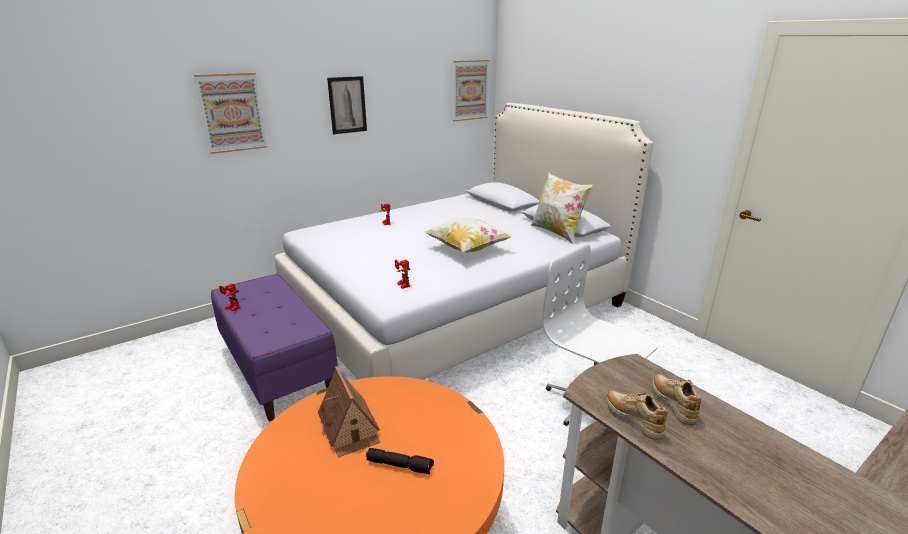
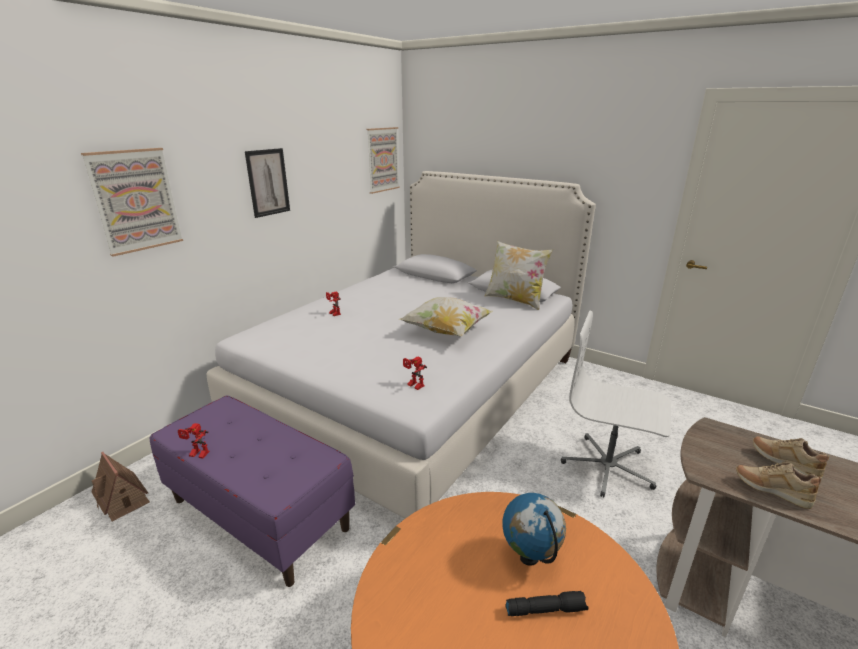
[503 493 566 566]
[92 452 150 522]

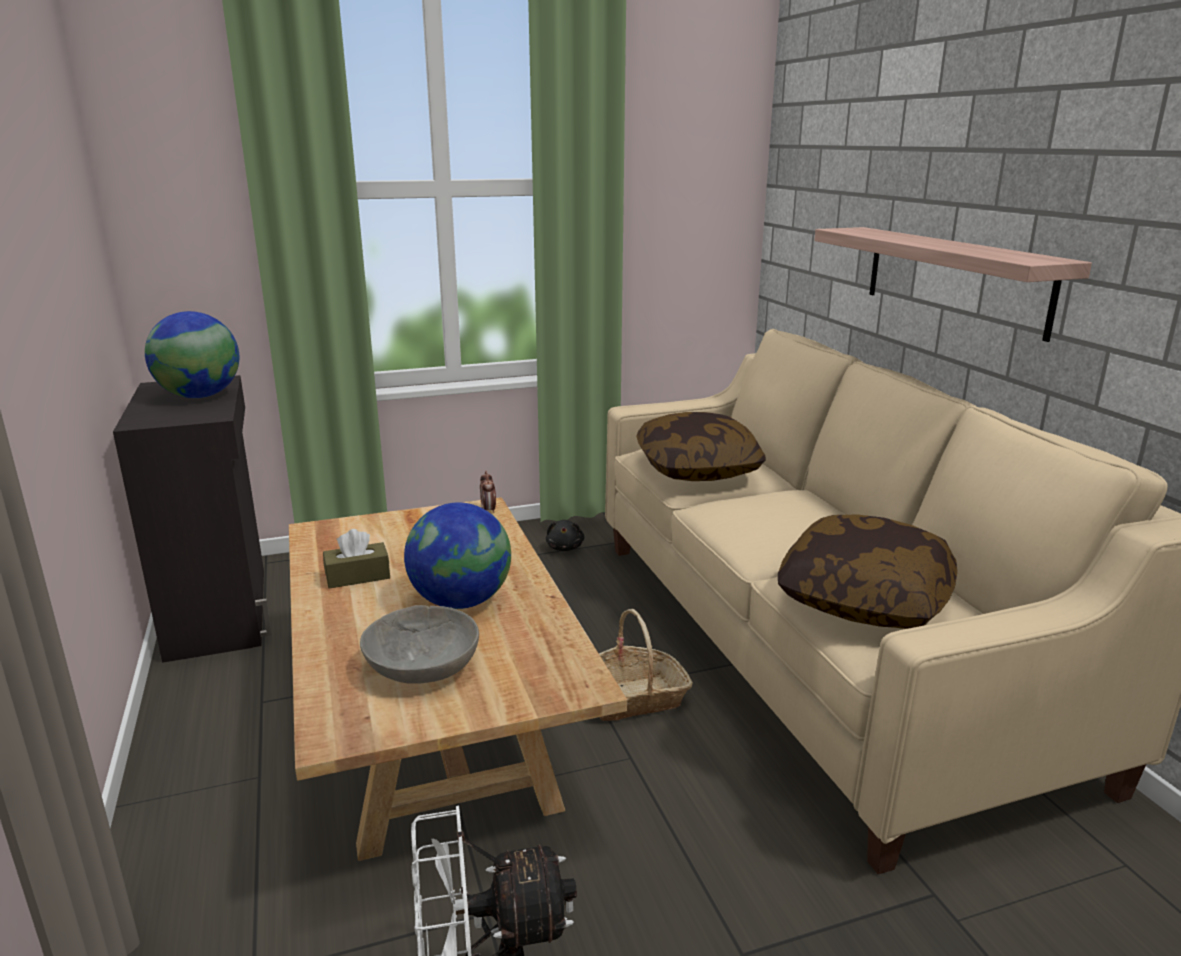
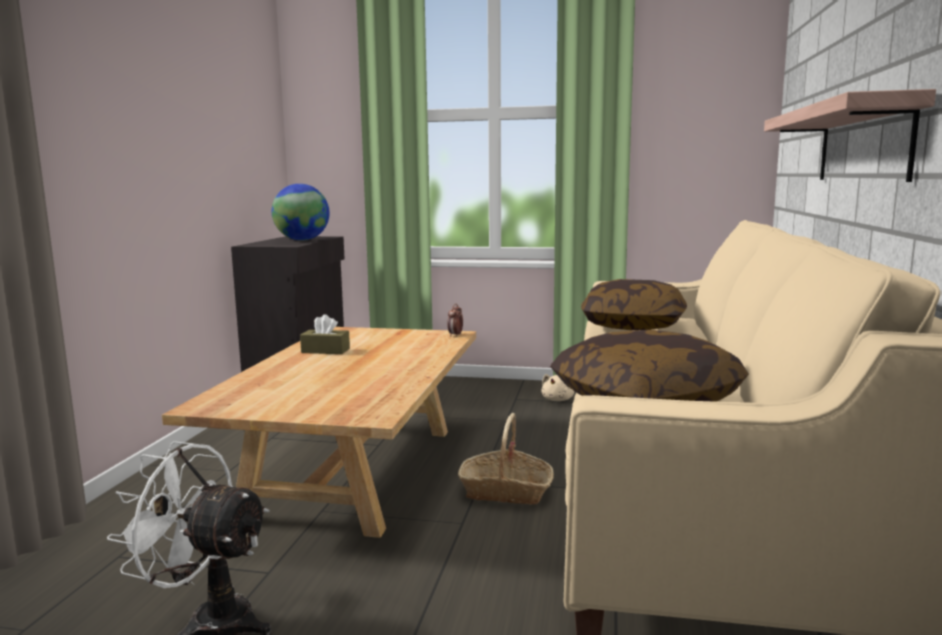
[360 605 479 684] (first image)
[404 502 511 609] (first image)
[541 374 574 401]

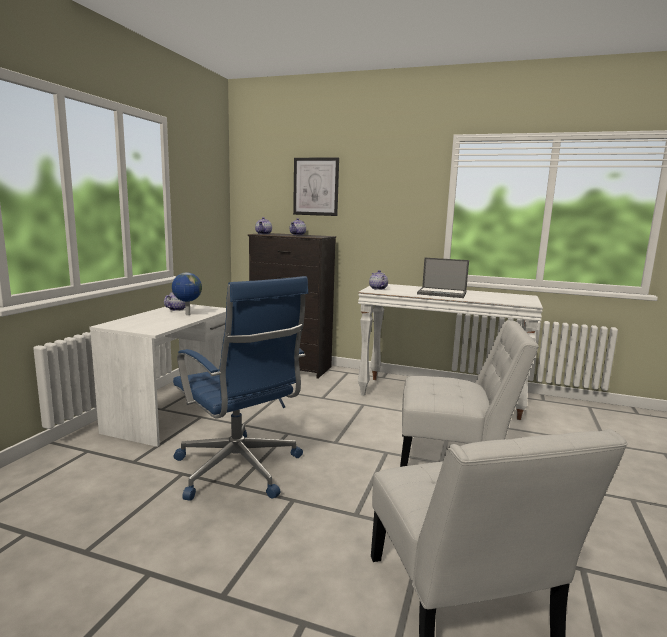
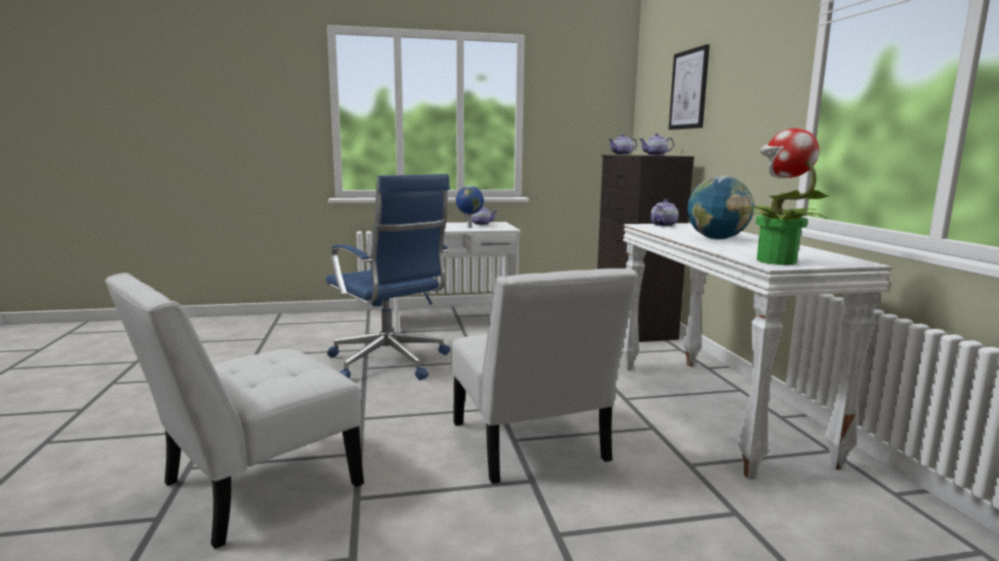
[740 128 830 265]
[687 176 754 239]
[326 174 450 380]

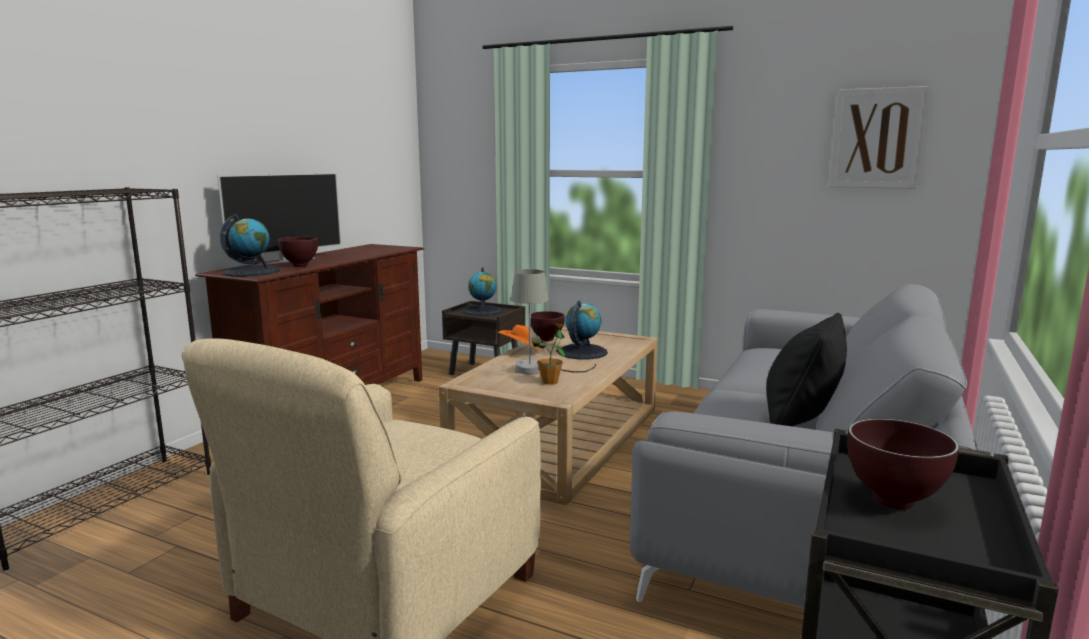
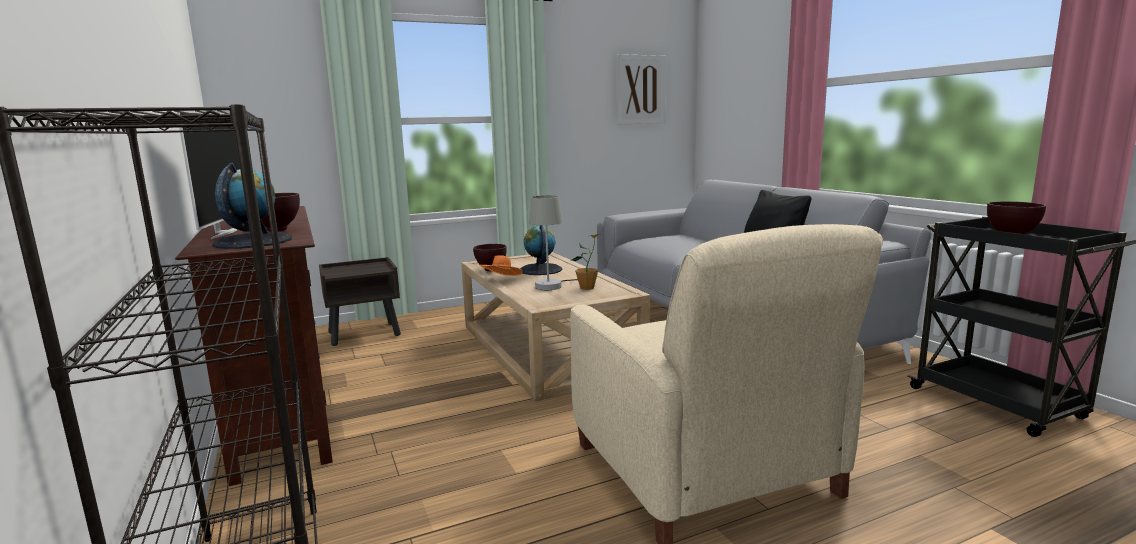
[463 267 503 316] (first image)

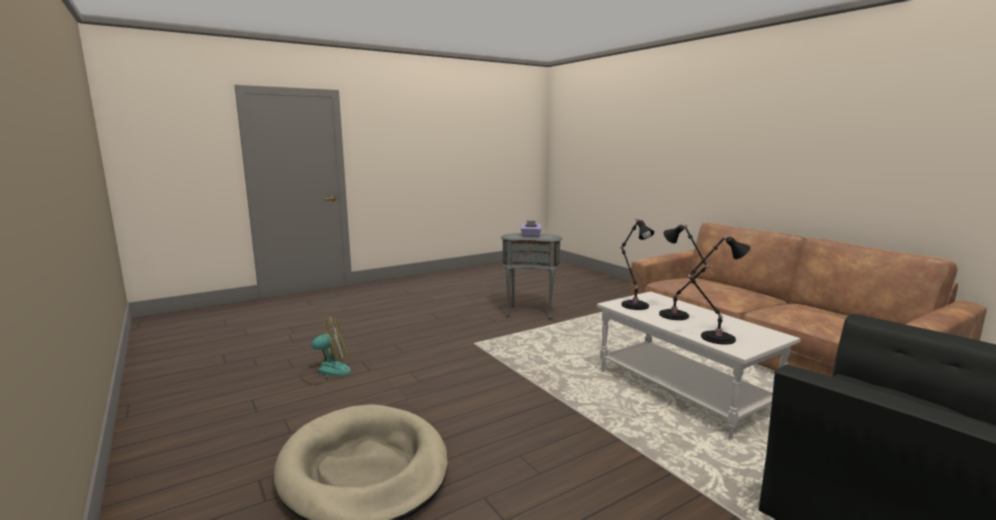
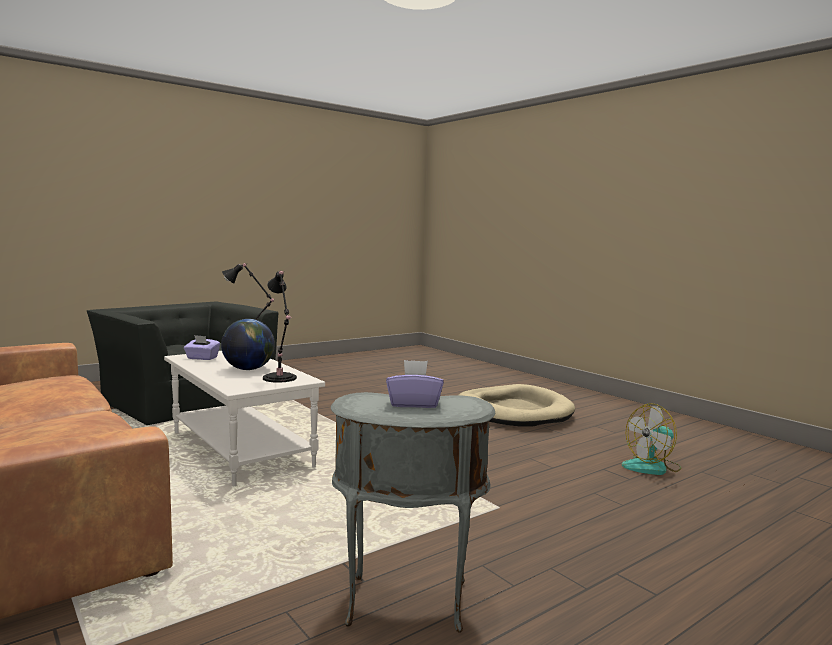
[184 335 220 360]
[221 319 275 370]

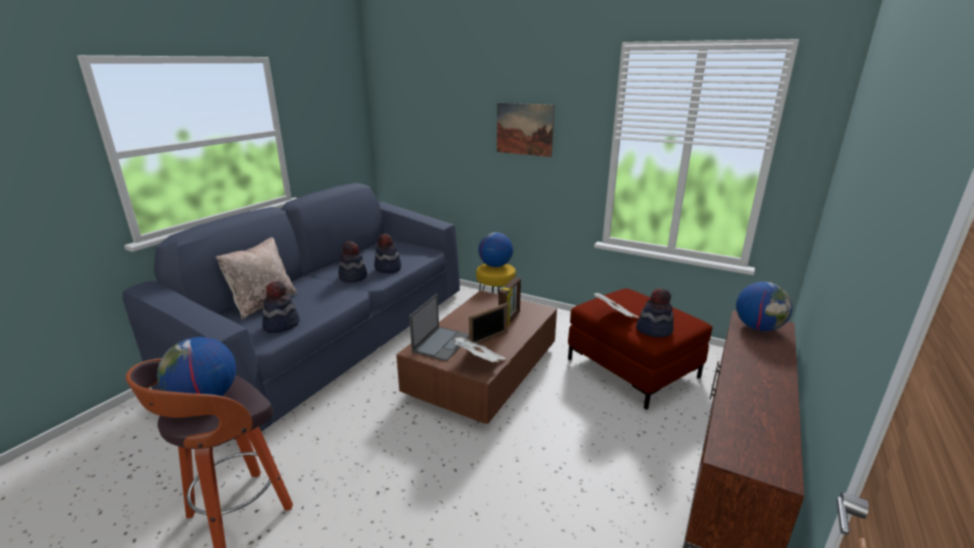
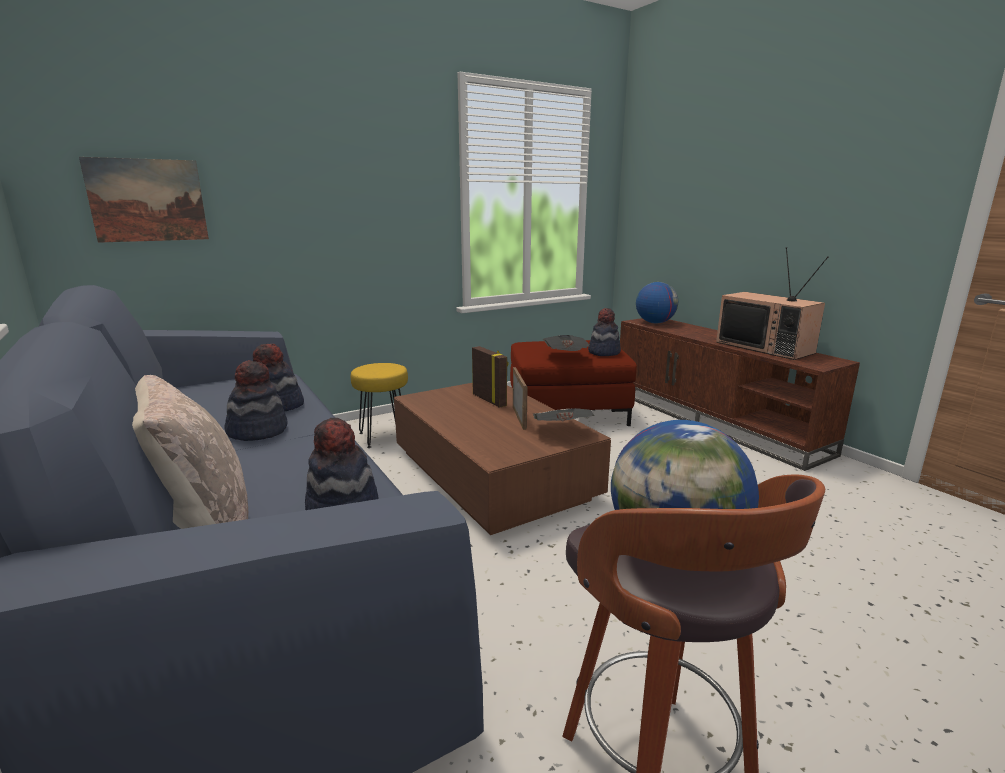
[409 294 469 361] (first image)
[478 232 513 267] (first image)
[716 247 829 360]
[79 157 209 243]

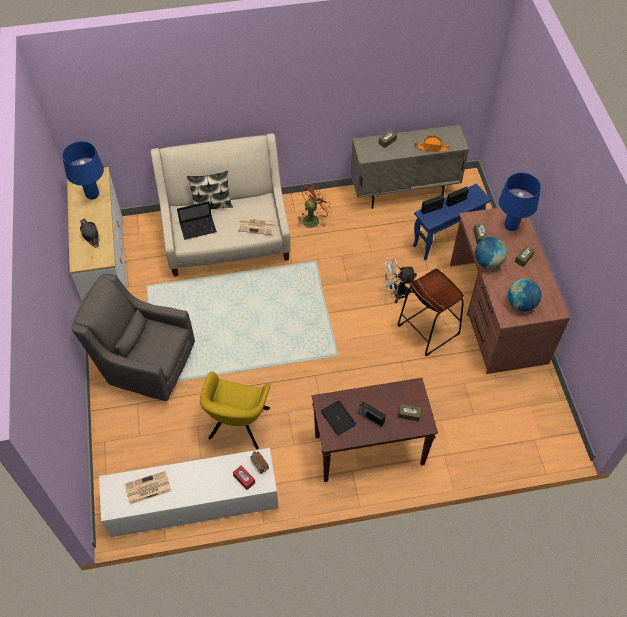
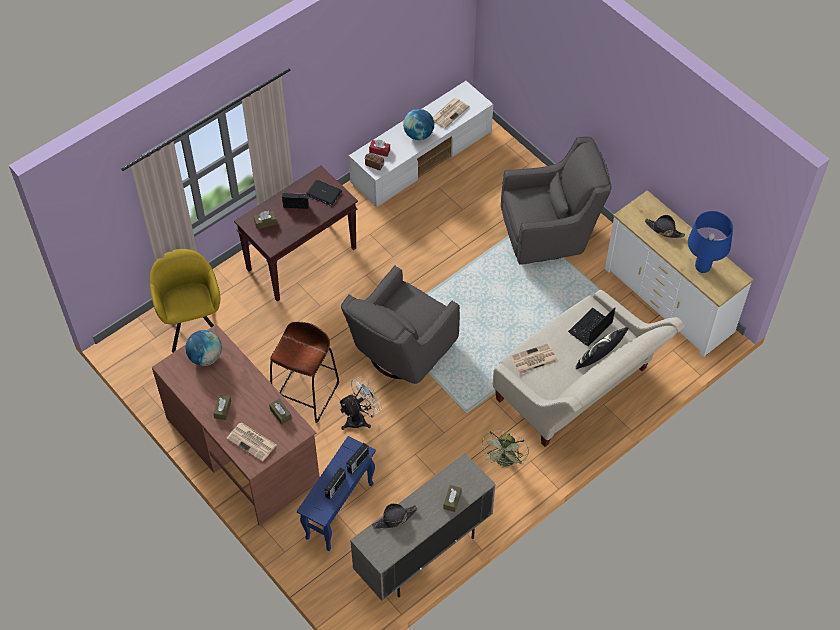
[341 266 460 384]
[150 249 220 353]
[403 109 434 140]
[226 422 277 462]
[481 431 529 469]
[372 503 418 529]

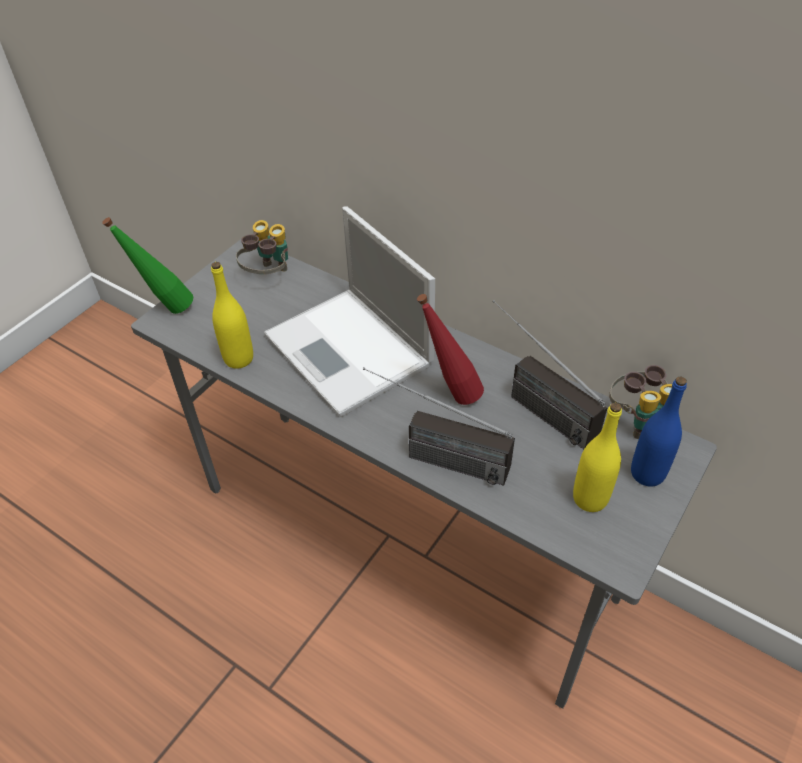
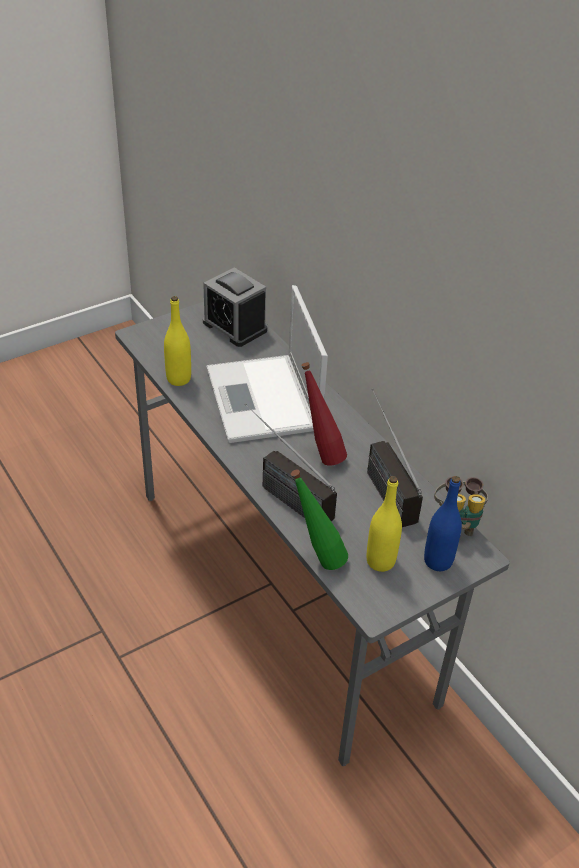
[291 469 348 570]
[203 267 267 347]

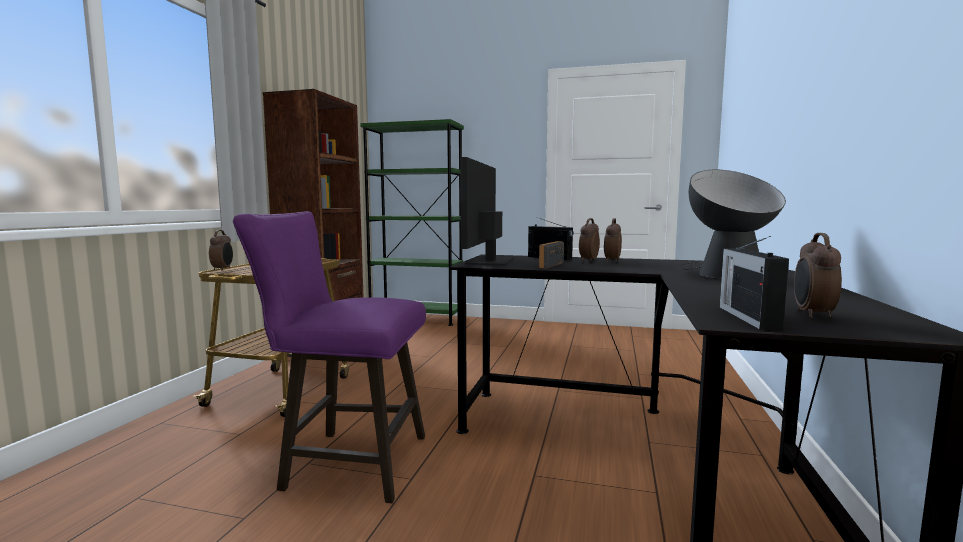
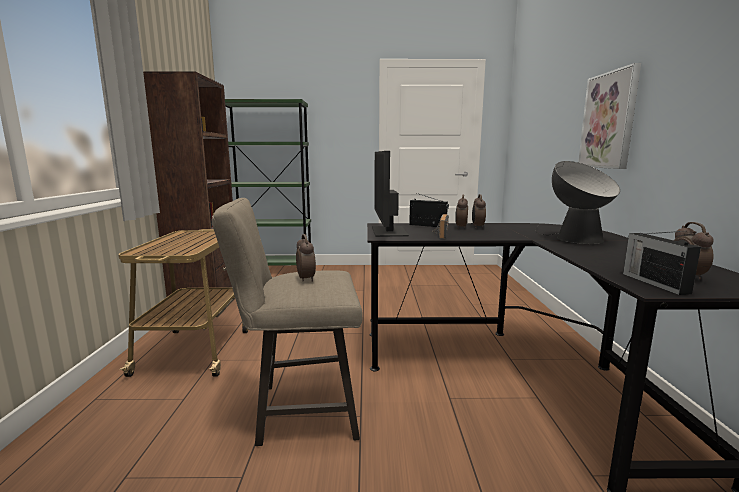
[578 63 641 169]
[296 234 316 282]
[212 198 363 446]

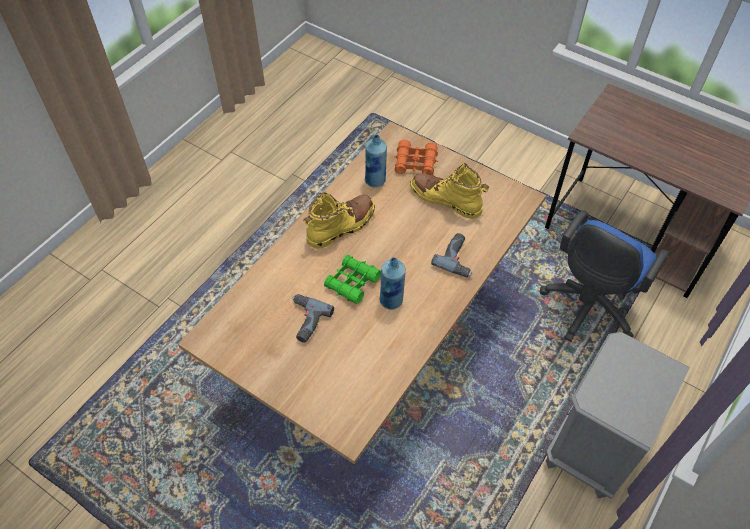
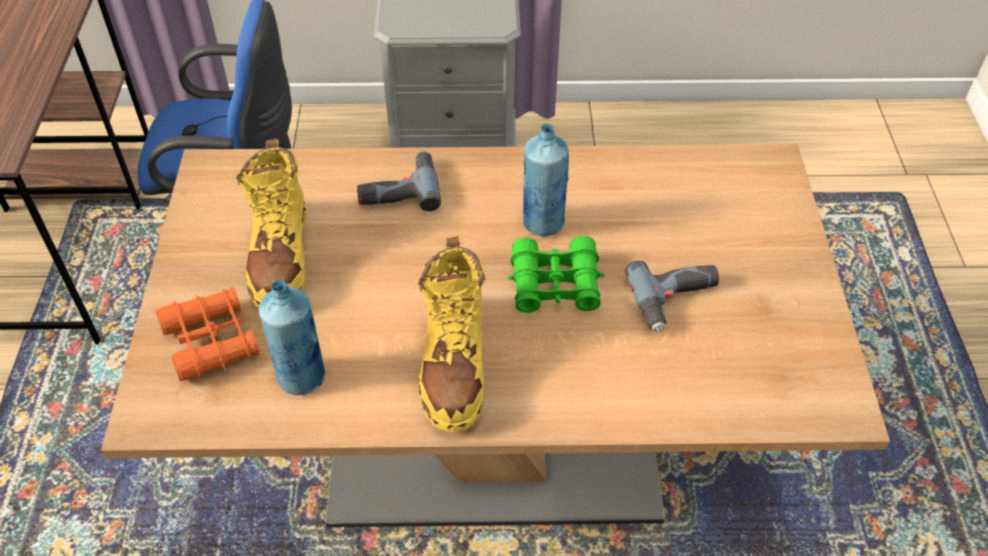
[417 236 486 432]

